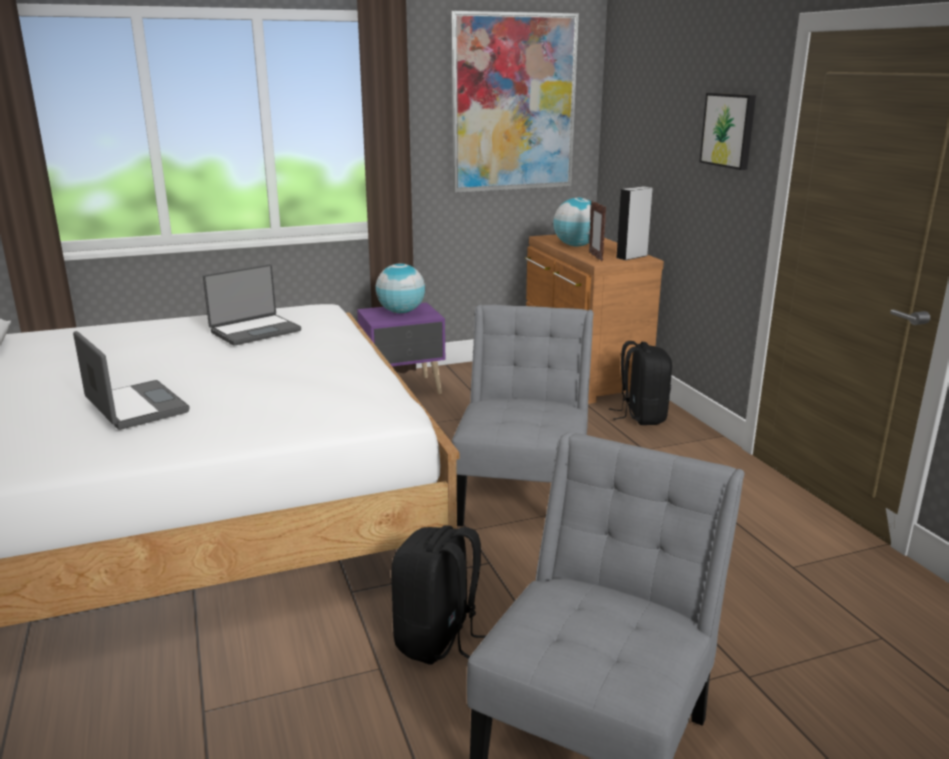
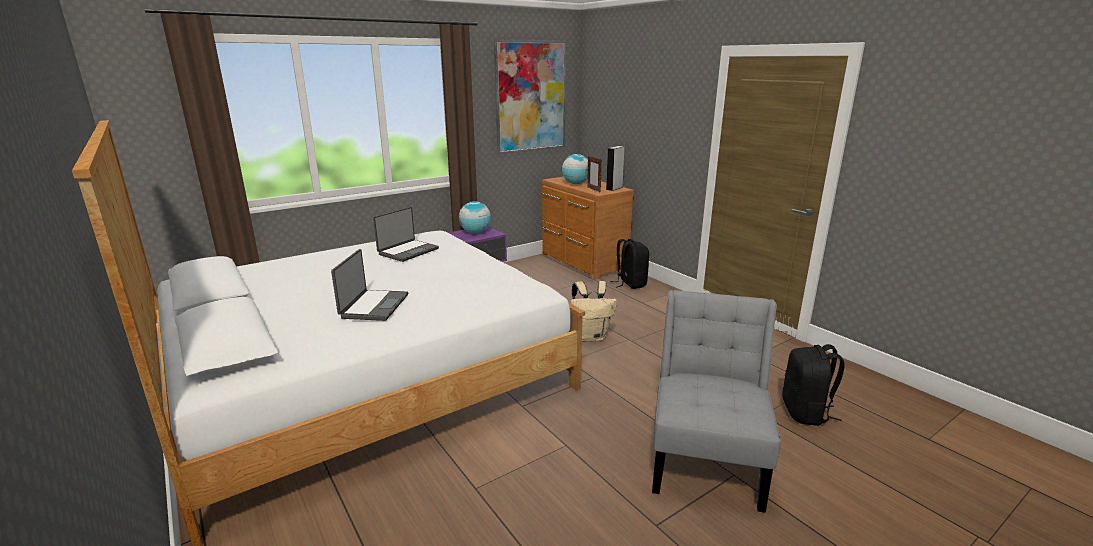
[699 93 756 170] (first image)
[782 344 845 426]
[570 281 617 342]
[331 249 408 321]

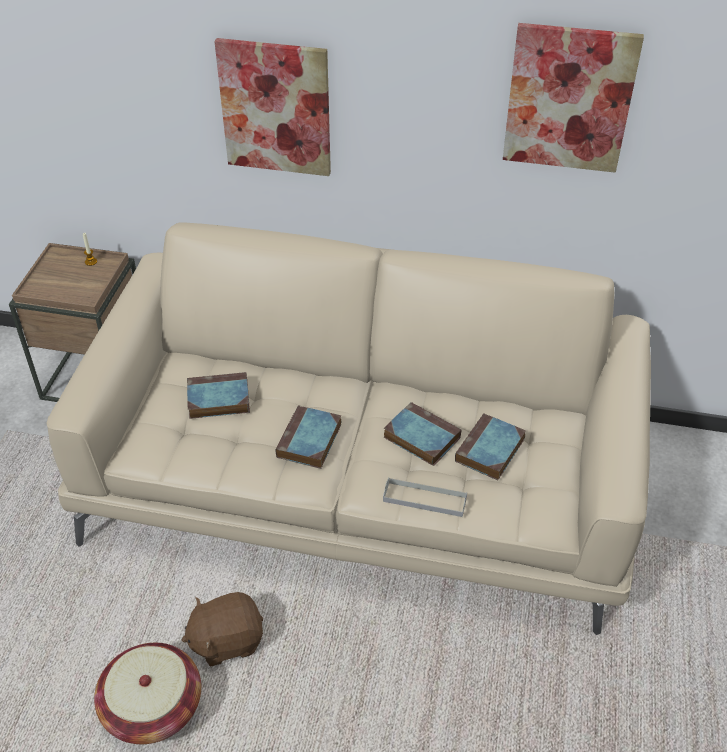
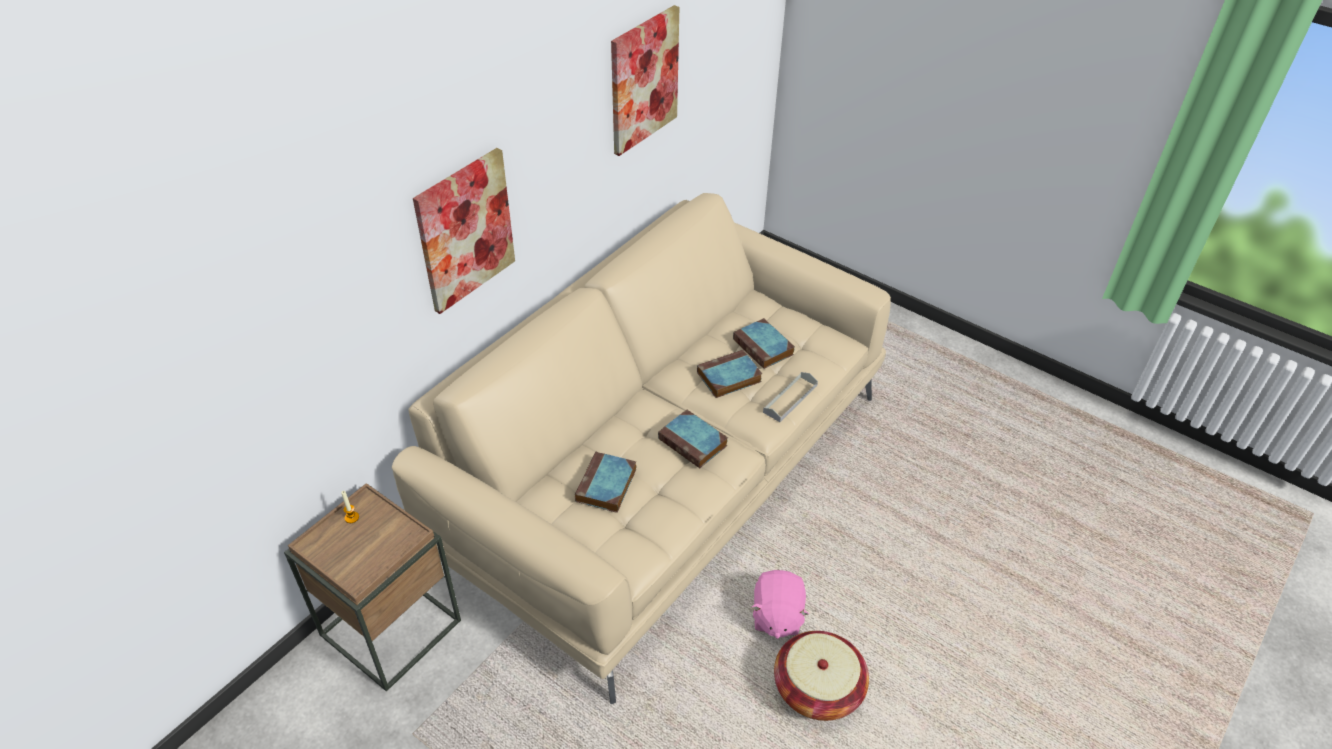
[751 570 809 639]

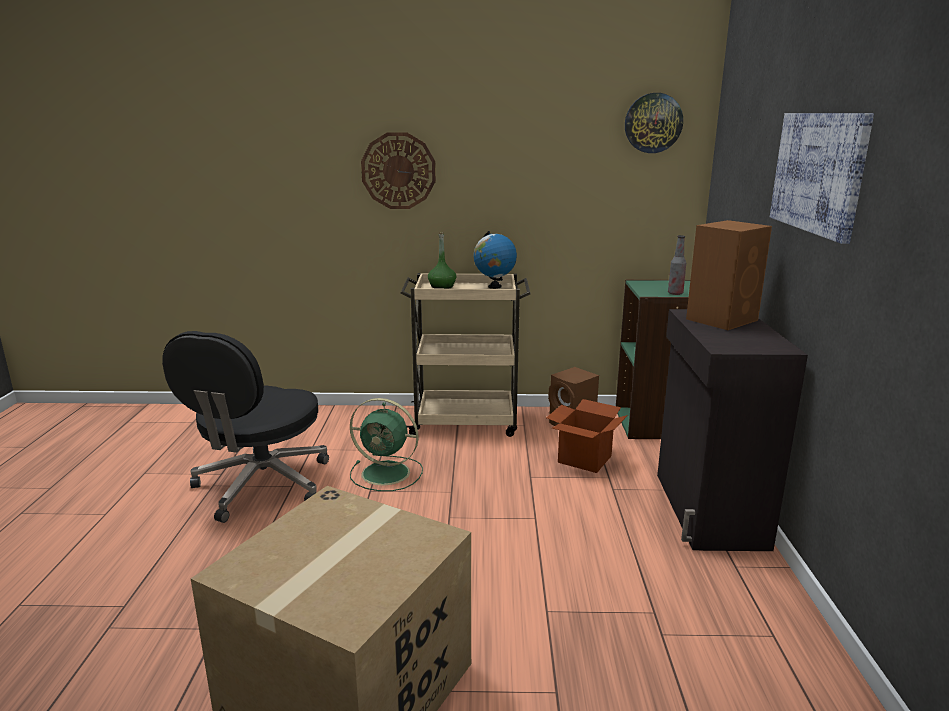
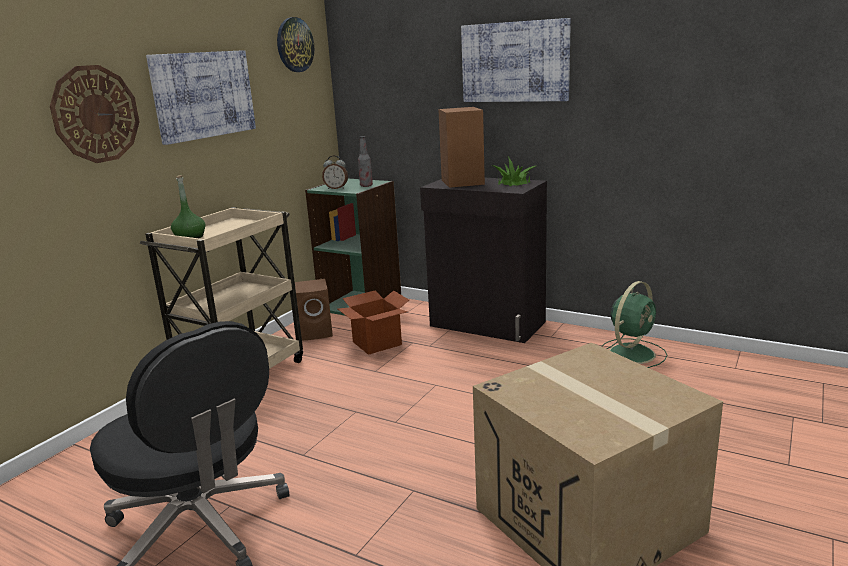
[474 231 517 289] (first image)
[146 50 256 145]
[322 155 348 189]
[492 157 536 186]
[601 281 667 368]

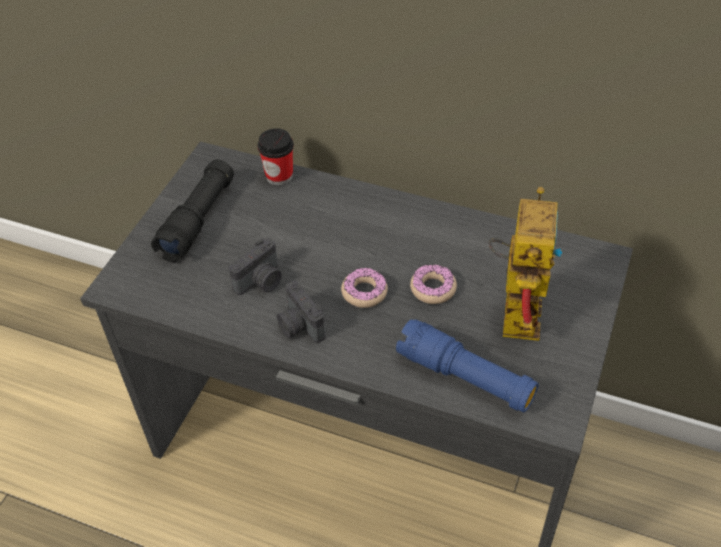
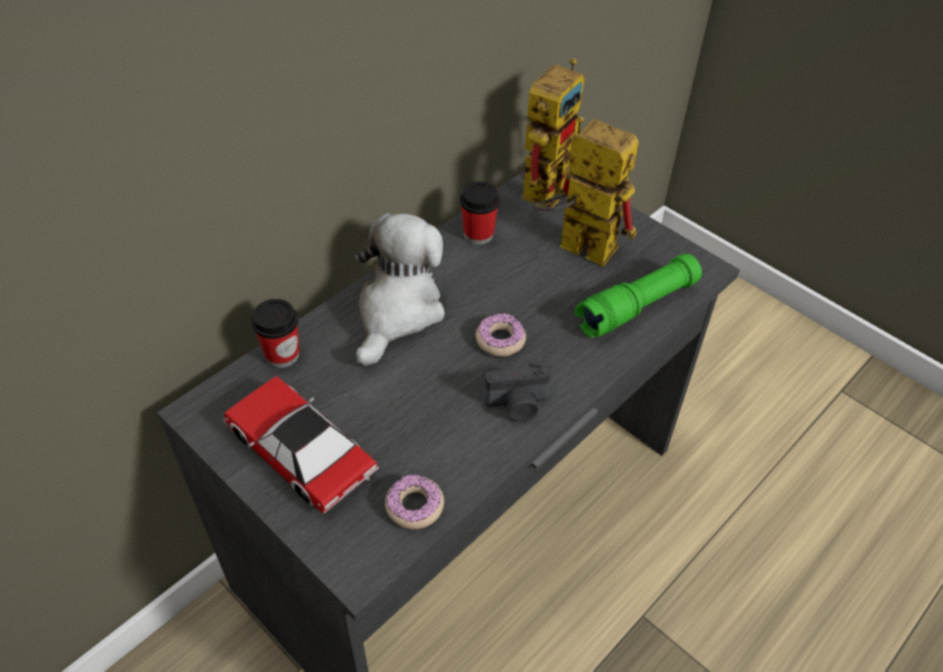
[229 238 282 295] (first image)
[354 213 445 366]
[460 181 500 245]
[522 58 585 207]
[385 475 444 529]
[224 376 379 514]
[575 254 702 338]

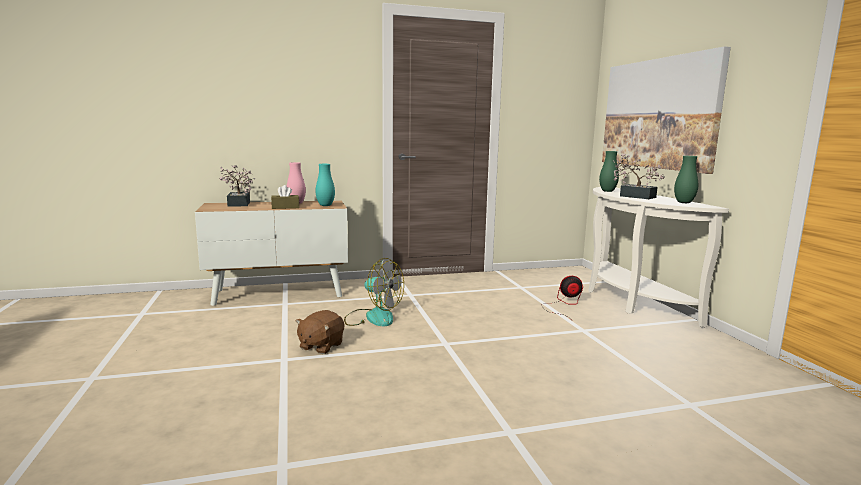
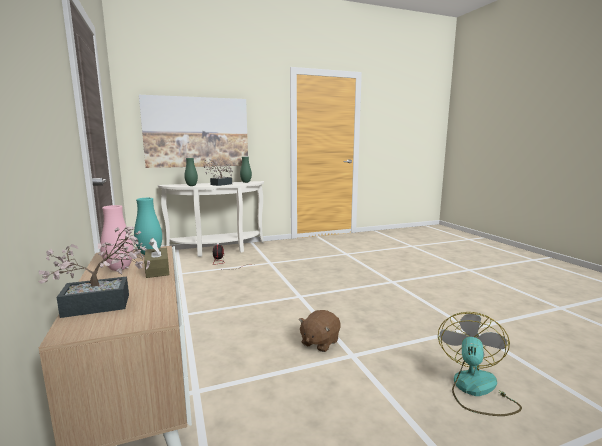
[438 312 522 416]
[299 310 341 352]

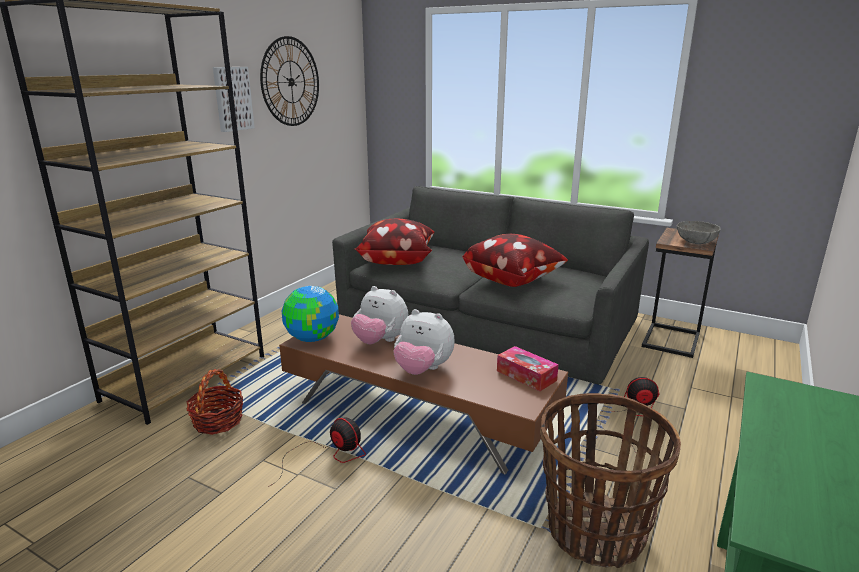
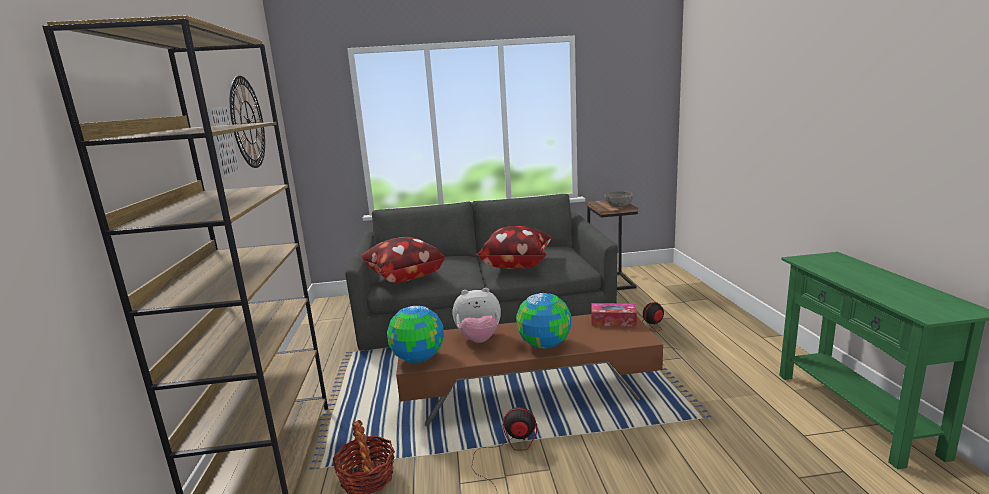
[540 393 681 568] (first image)
[516 293 571 349]

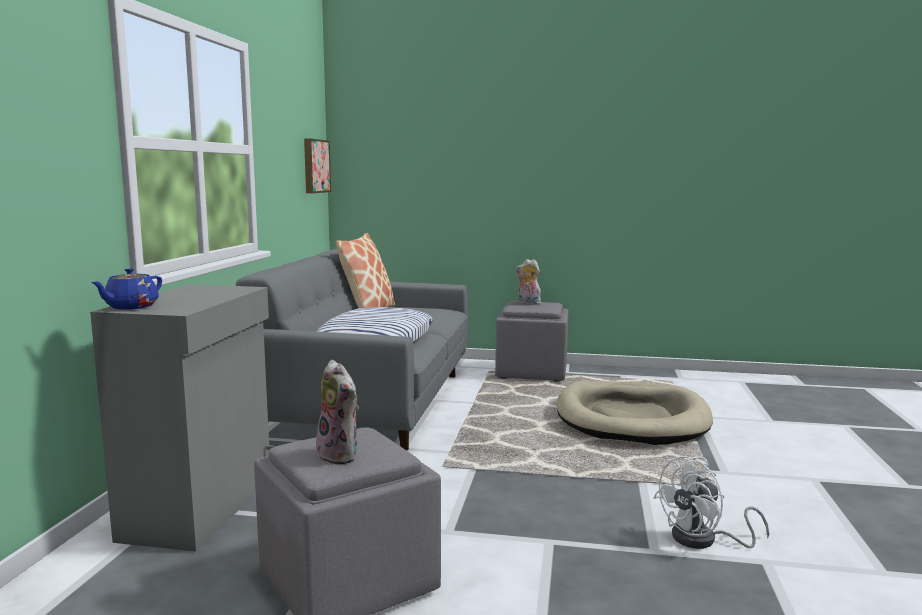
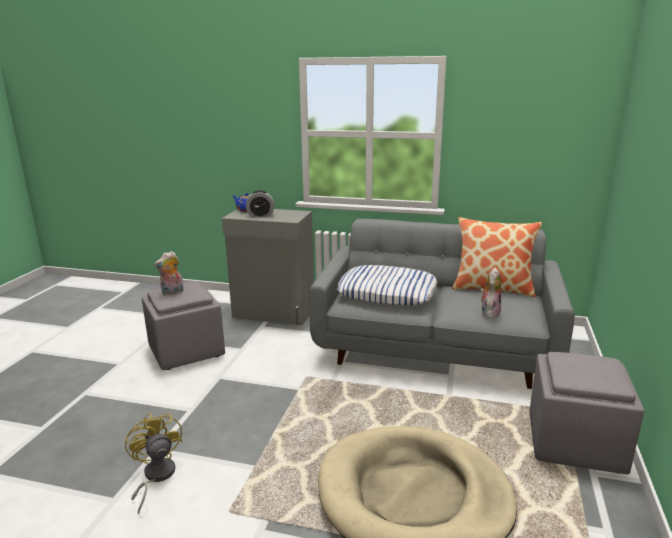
[304 138 331 193] (first image)
[246 190 274 218]
[480 268 501 318]
[125 412 182 514]

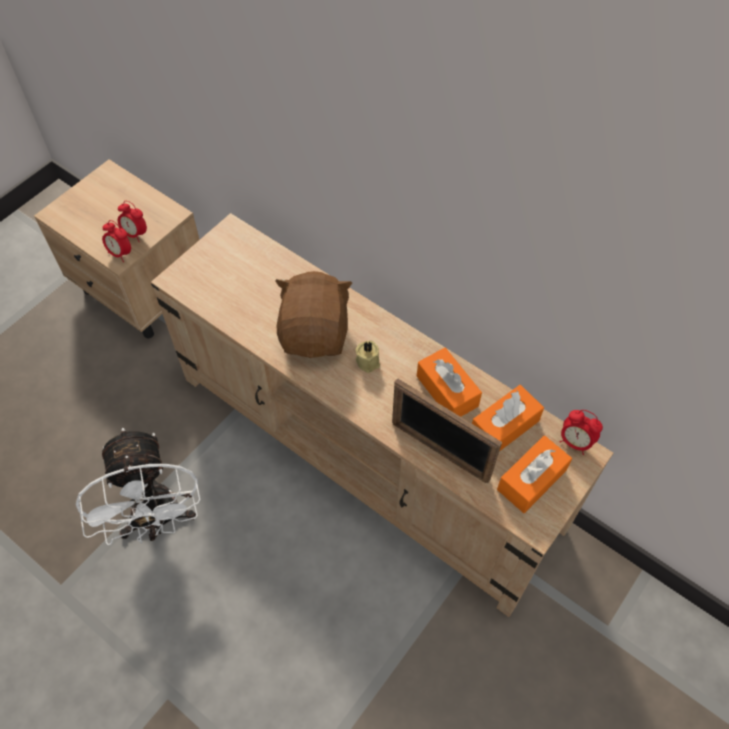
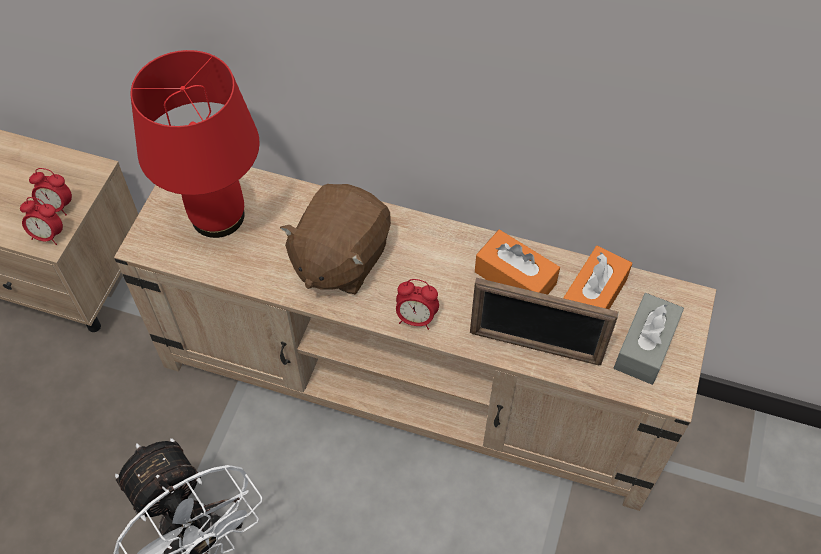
[356 341 380 373] (first image)
[131 50 260 238]
[396 279 439 330]
[614 293 684 385]
[280 184 391 294]

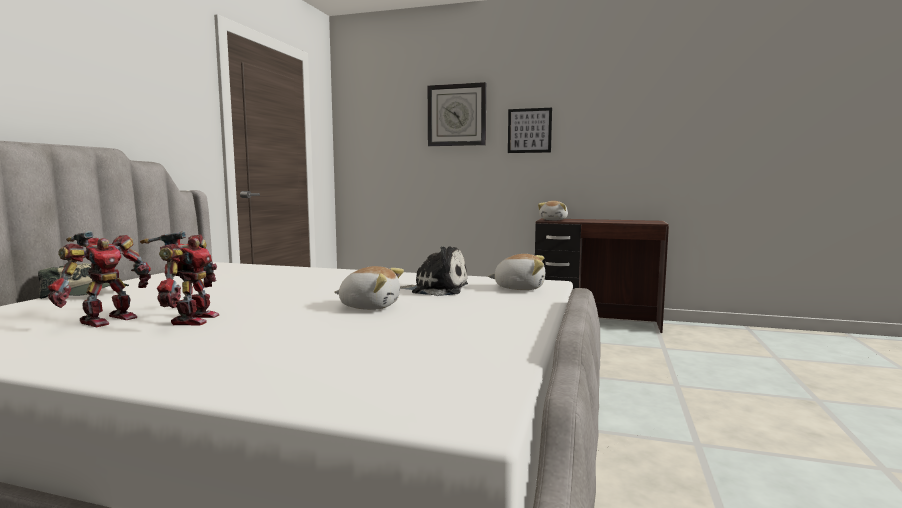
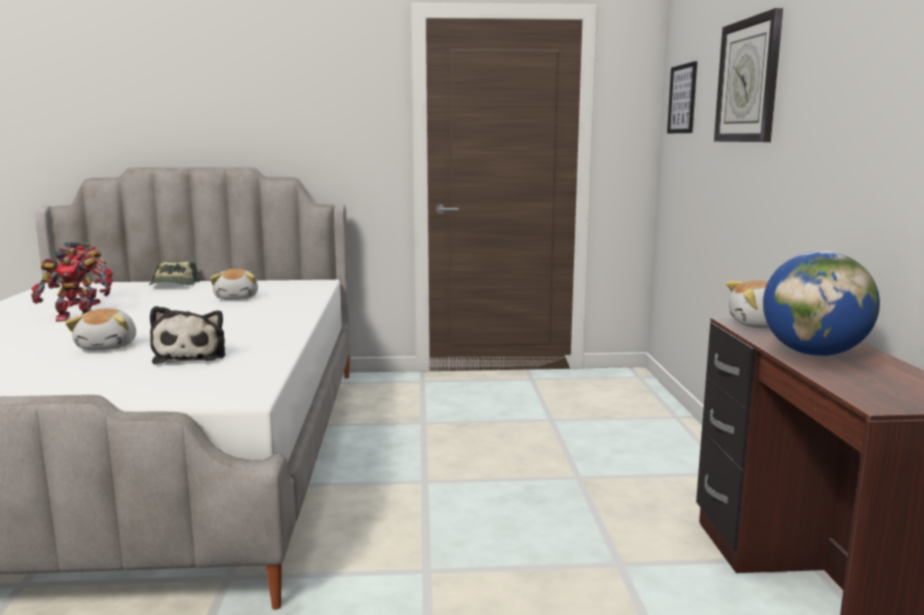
[763 251 880 356]
[210 269 258 300]
[667 61 697 133]

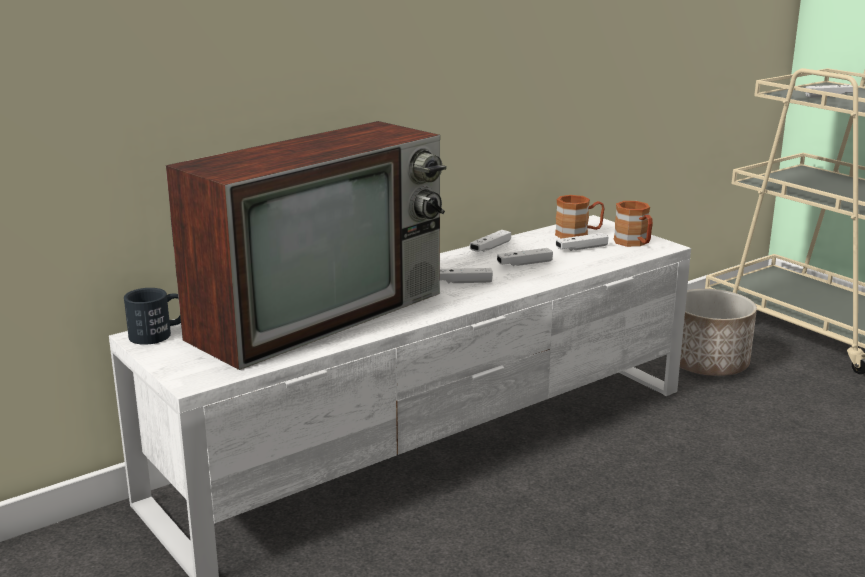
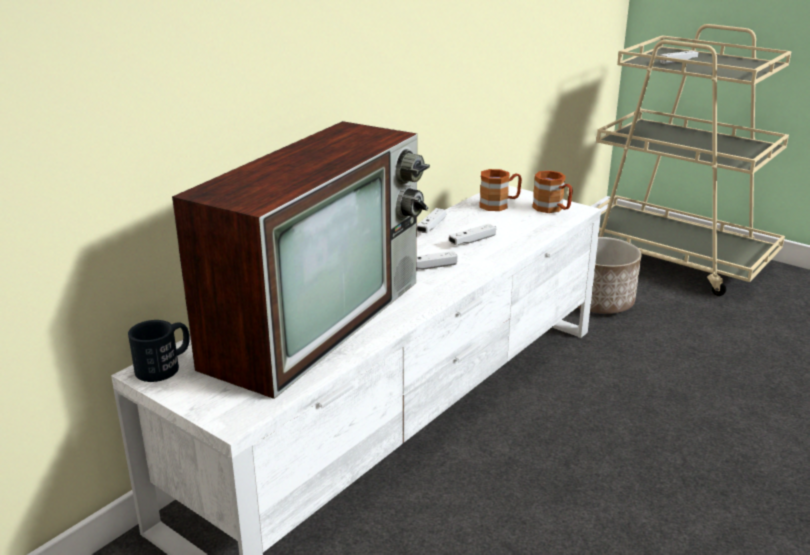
[556 233 609 251] (first image)

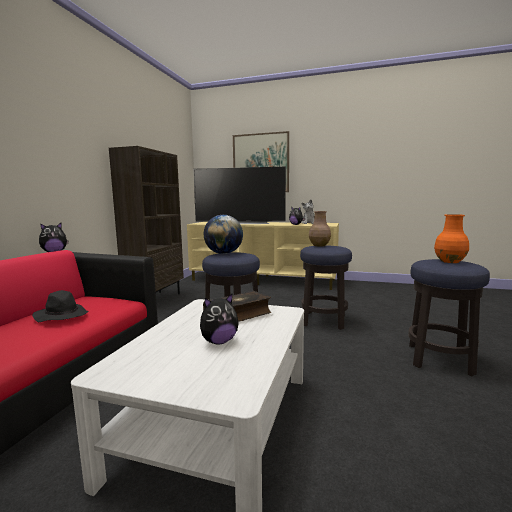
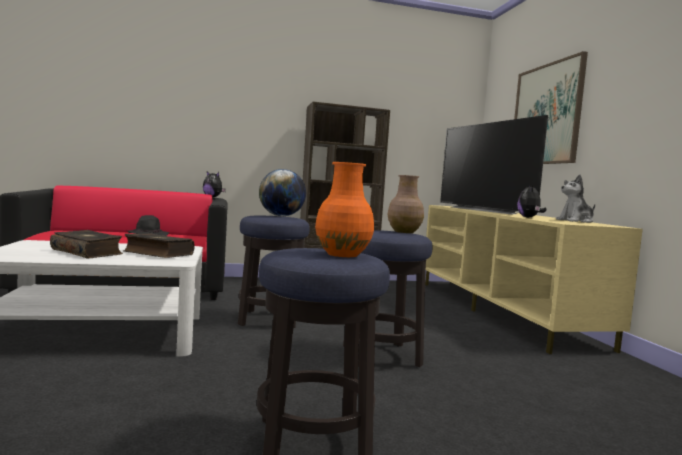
[50 230 123 259]

